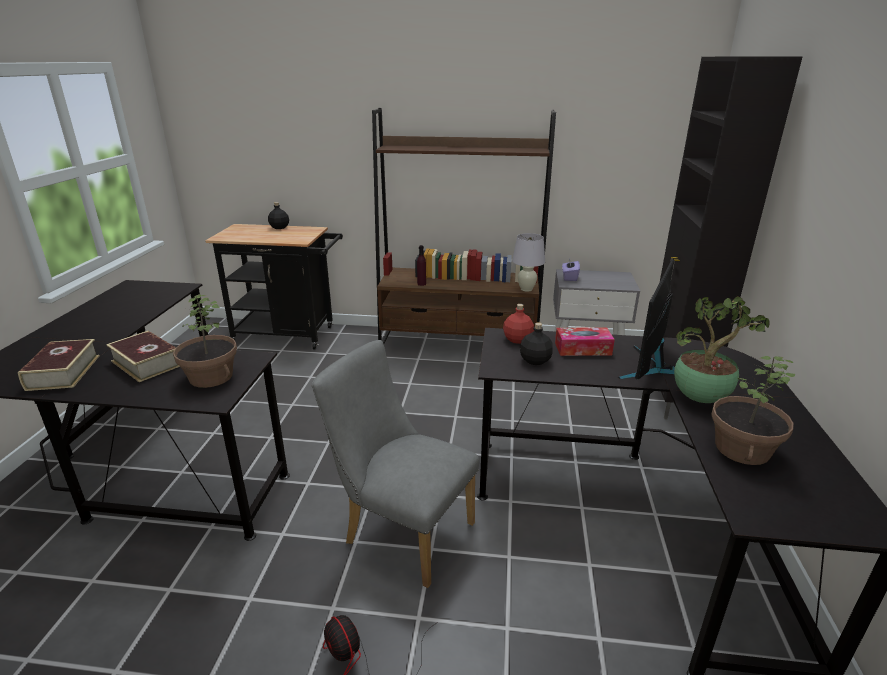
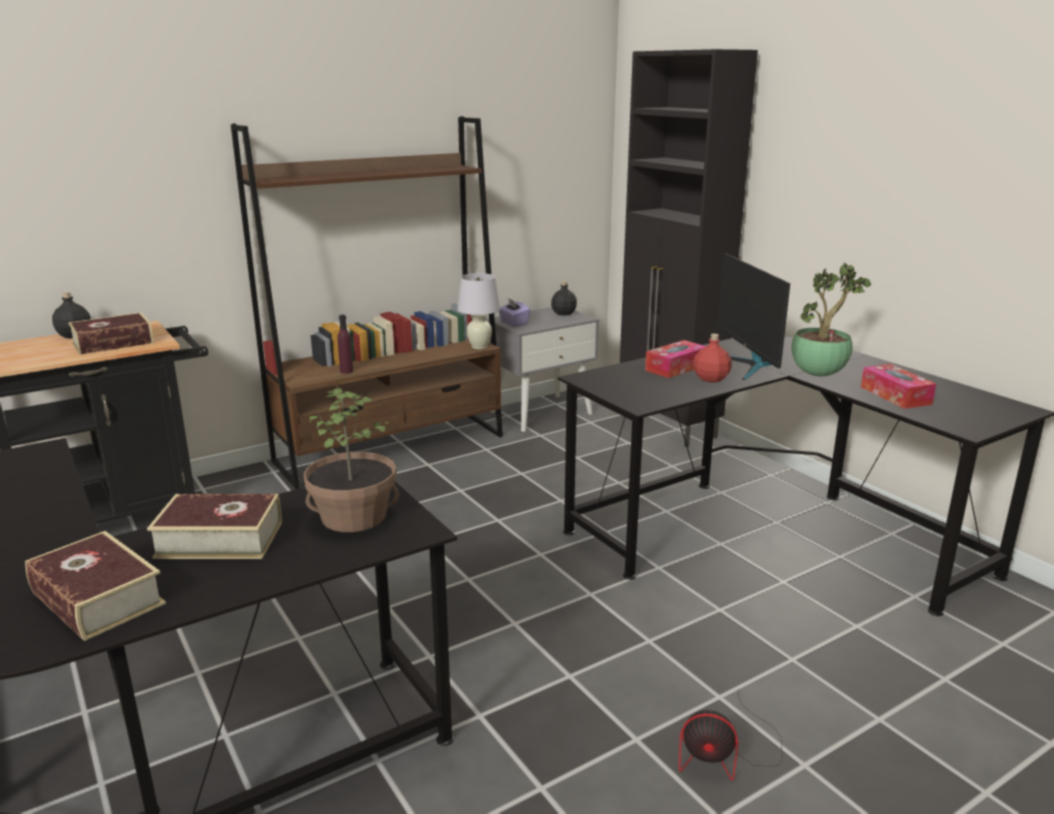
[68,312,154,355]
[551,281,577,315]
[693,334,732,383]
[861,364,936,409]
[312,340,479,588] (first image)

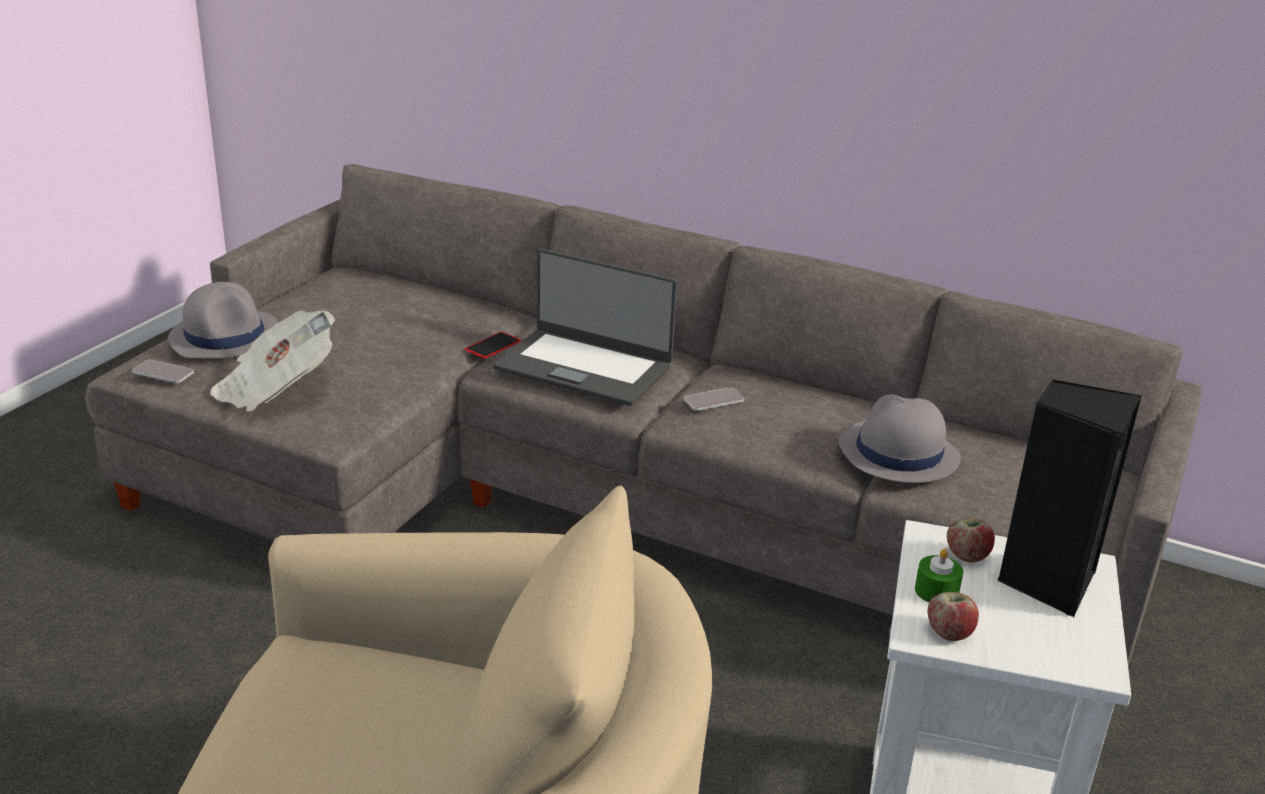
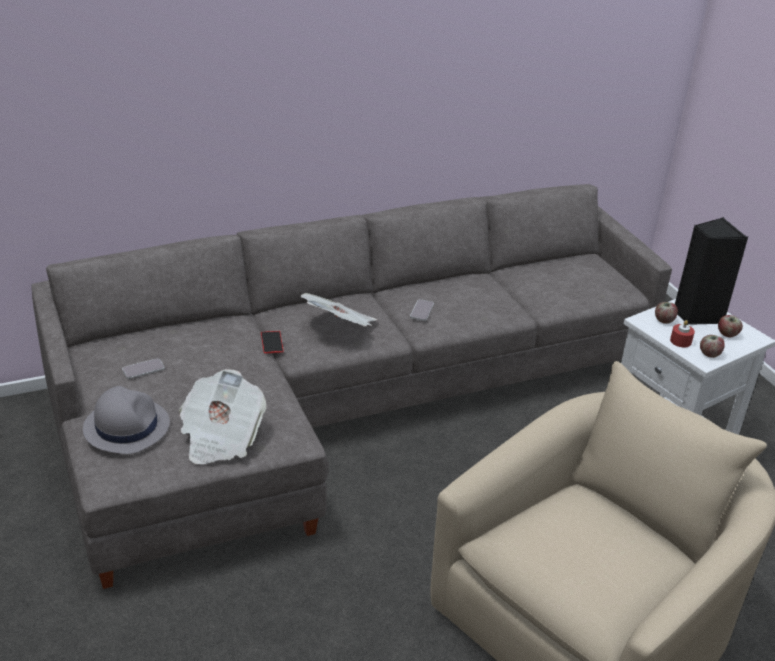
[122,358,165,379]
[301,293,377,327]
[670,320,695,347]
[718,315,743,337]
[839,394,961,483] (first image)

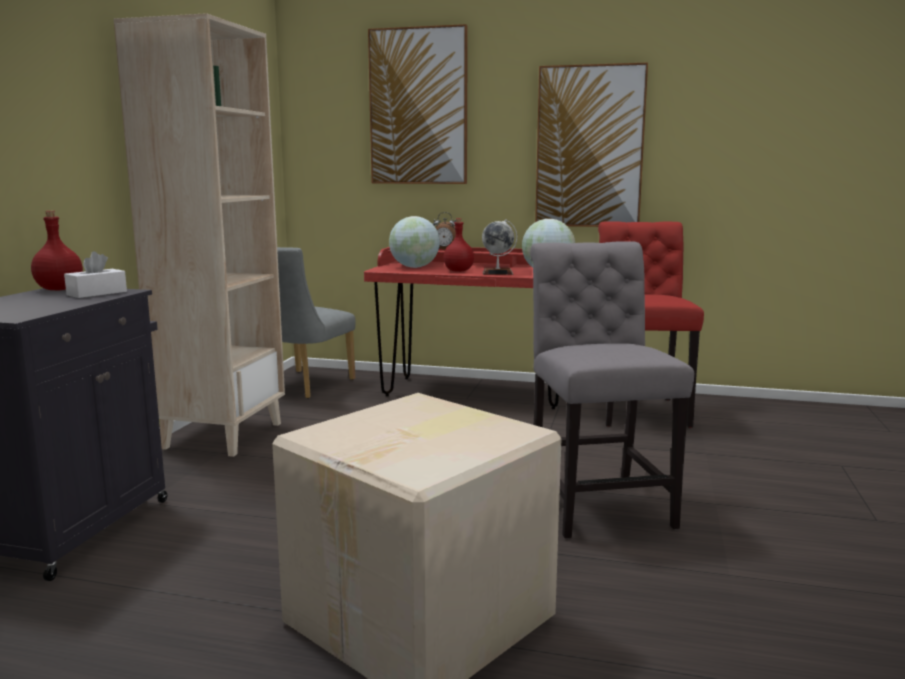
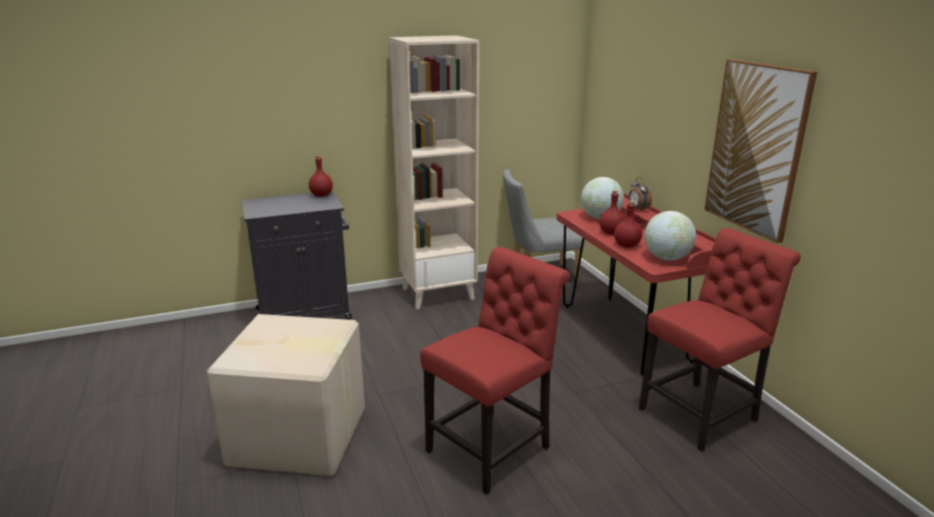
[420,247,569,495]
[614,201,642,248]
[64,251,127,298] (first image)
[368,24,468,184] (first image)

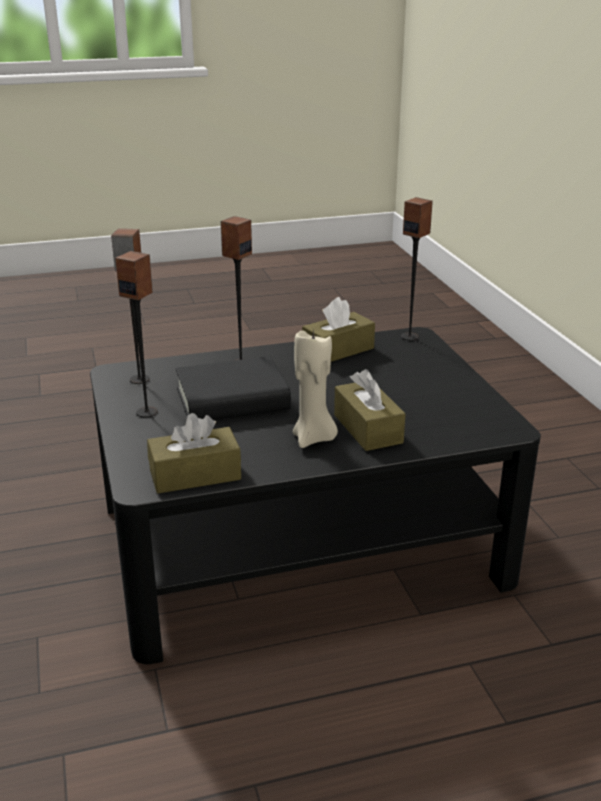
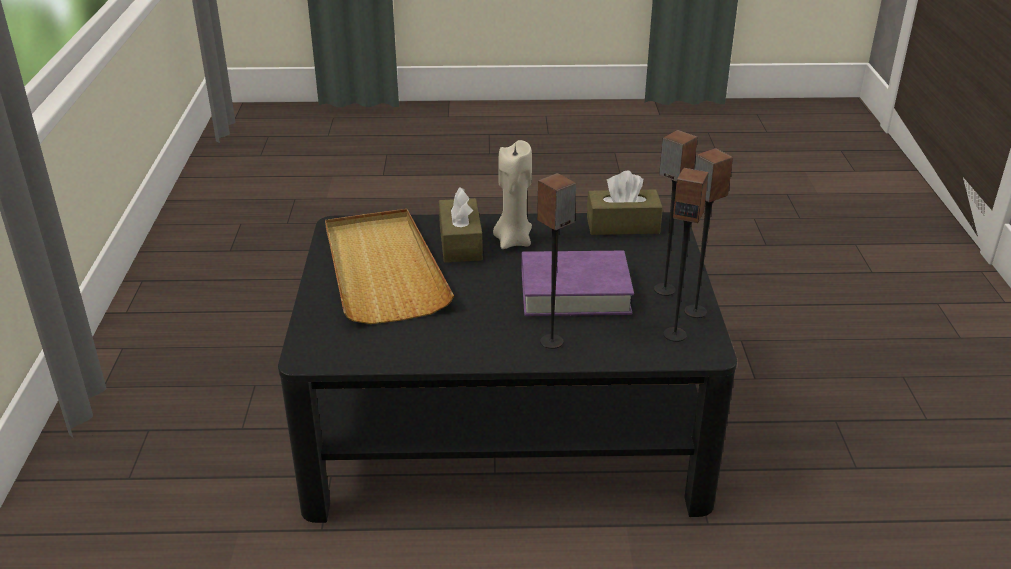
[325,209,454,324]
[521,251,634,316]
[684,148,733,318]
[302,297,375,362] (first image)

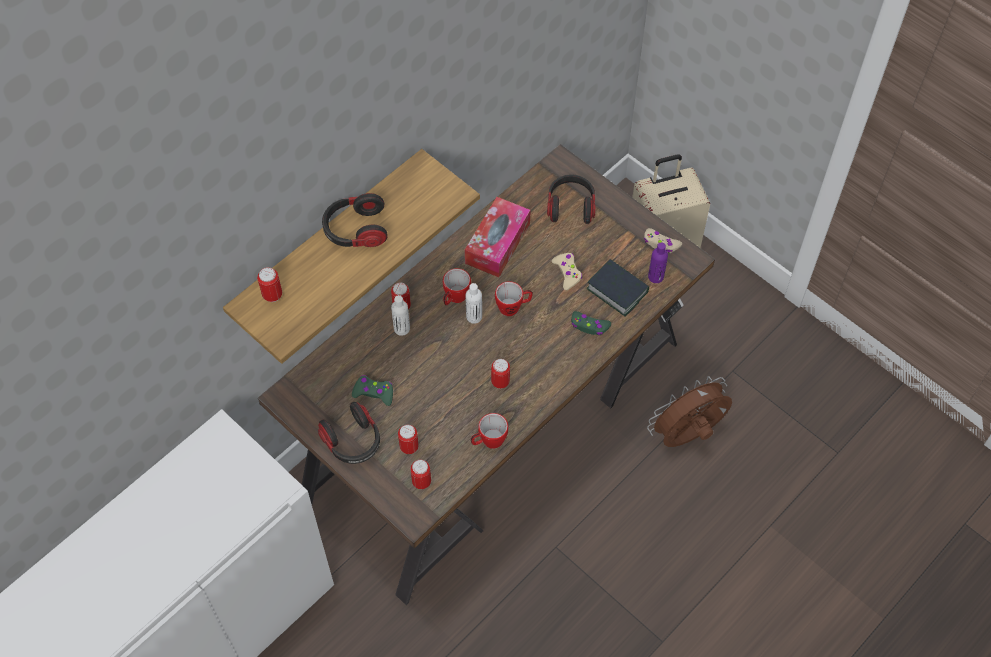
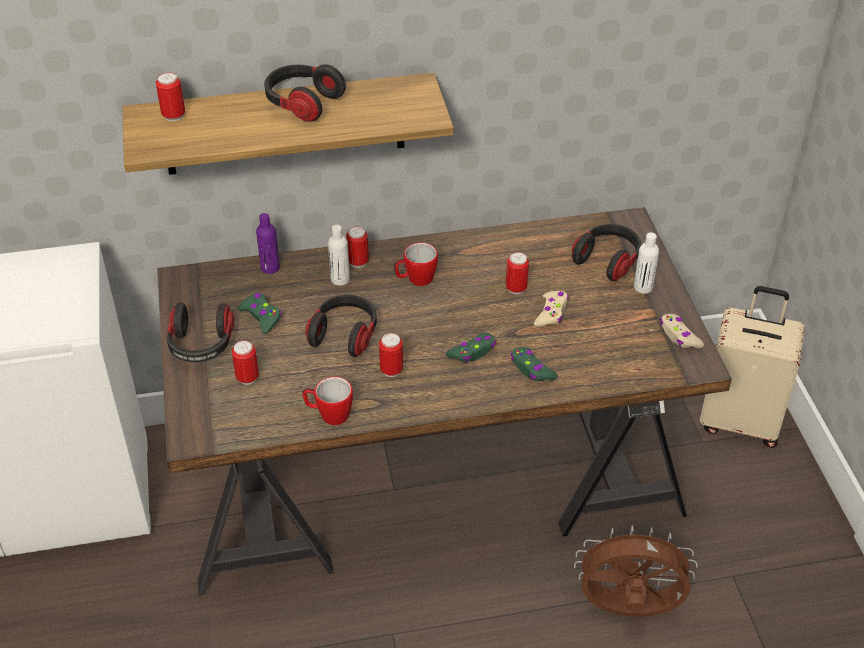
[256,213,280,274]
[305,295,377,357]
[446,332,496,363]
[506,252,529,294]
[634,232,659,294]
[465,197,531,277] (first image)
[495,281,533,316] (first image)
[587,259,649,317] (first image)

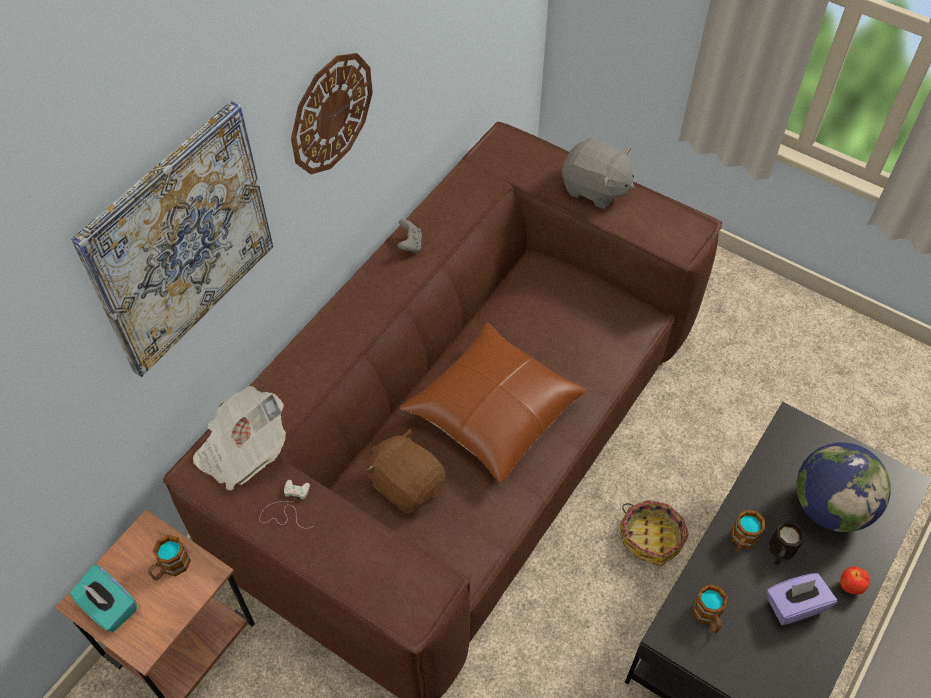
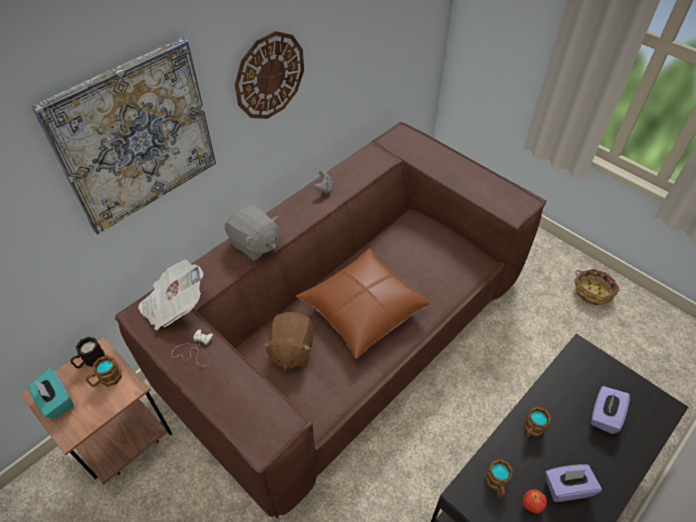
[70,337,105,369]
[225,205,280,261]
[263,312,313,370]
[523,489,547,514]
[574,269,620,305]
[591,386,630,434]

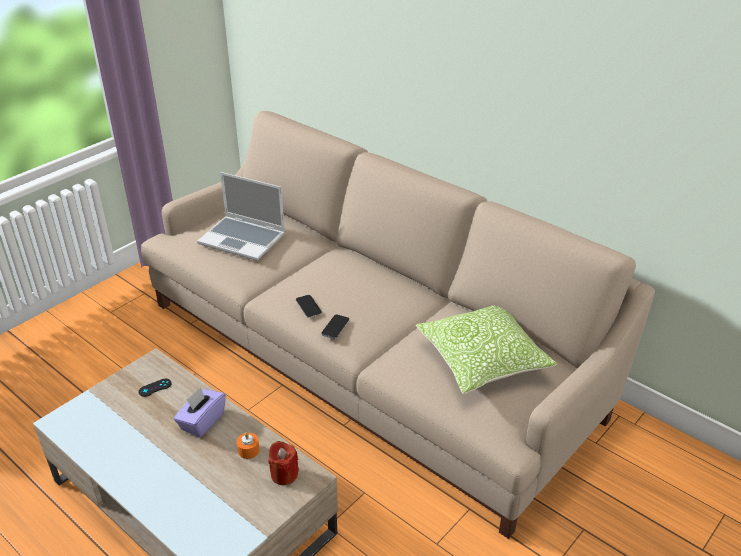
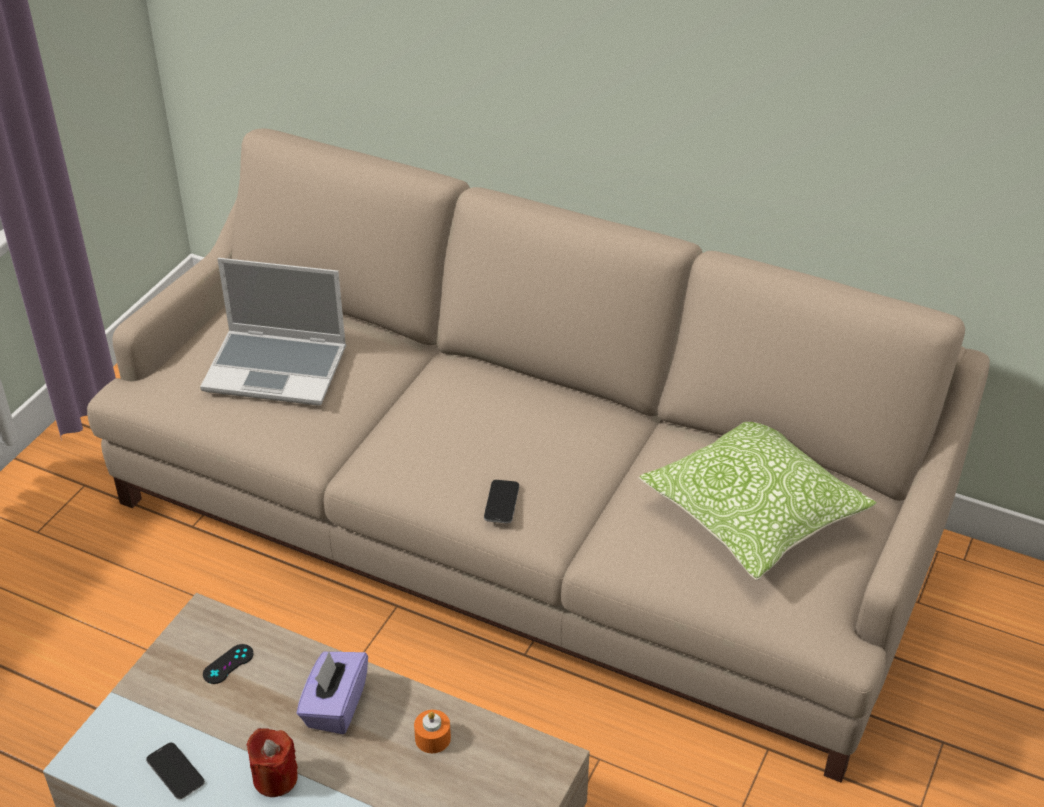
[146,743,205,799]
[247,728,298,797]

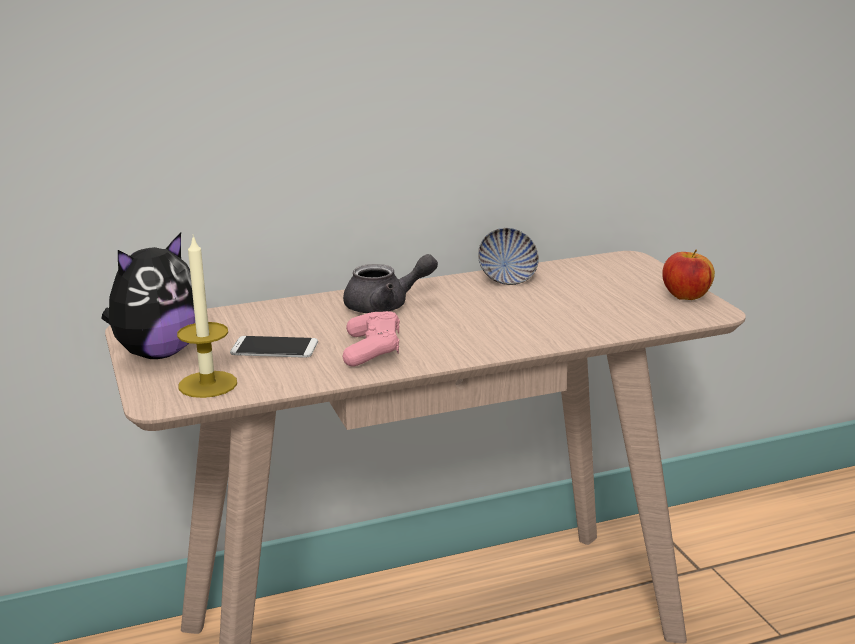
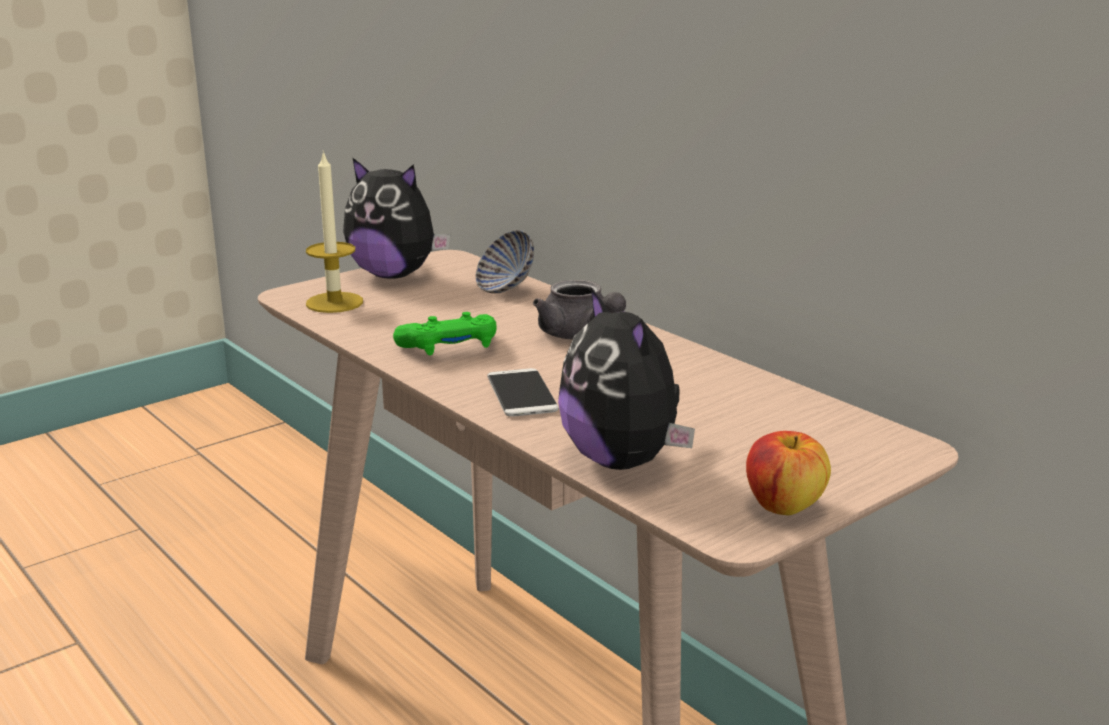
[393,312,497,355]
[476,230,534,293]
[488,368,558,417]
[558,288,695,470]

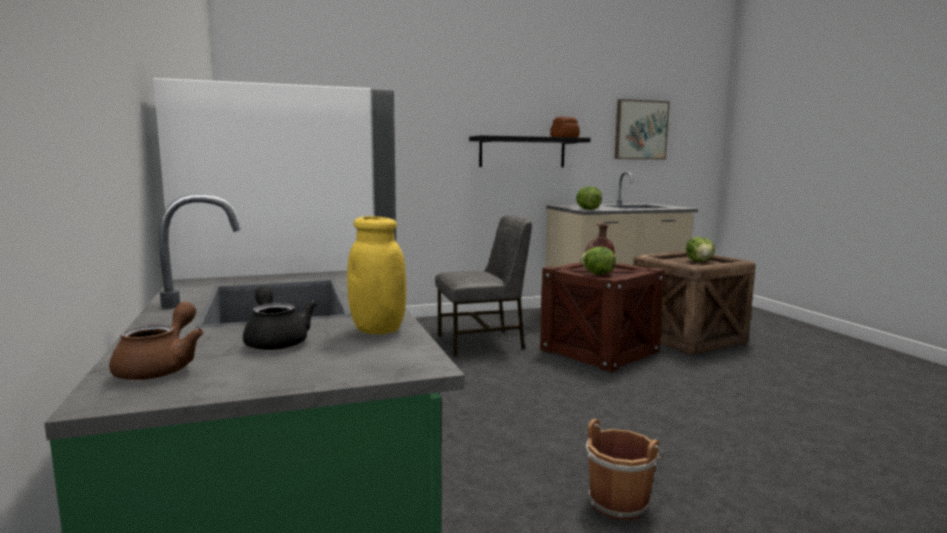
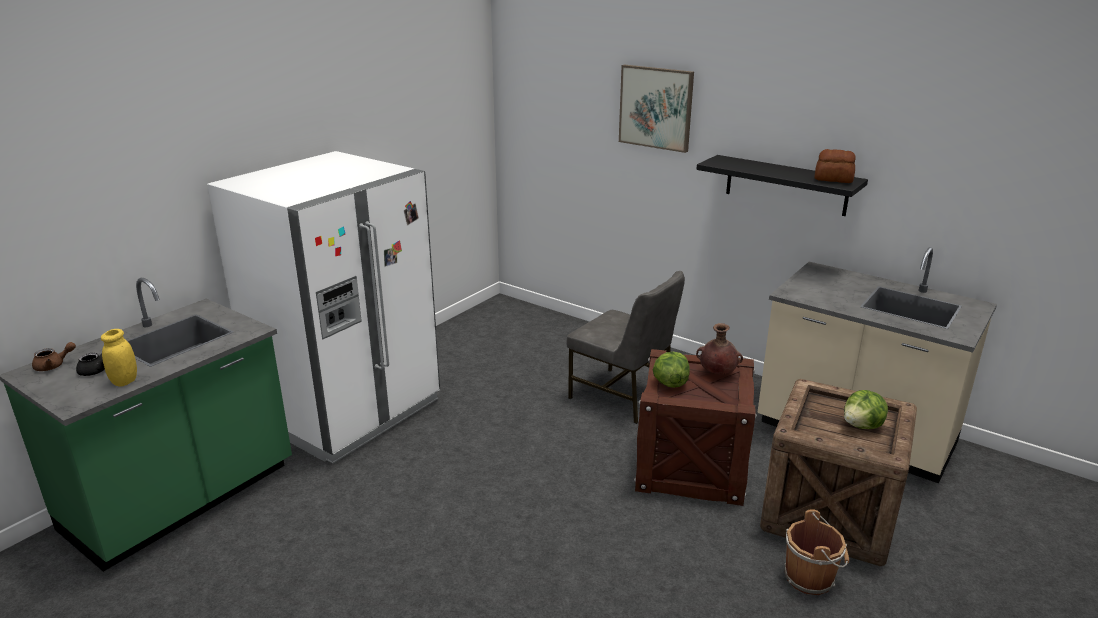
[619,65,694,153]
[784,509,849,595]
[576,186,602,210] (first image)

